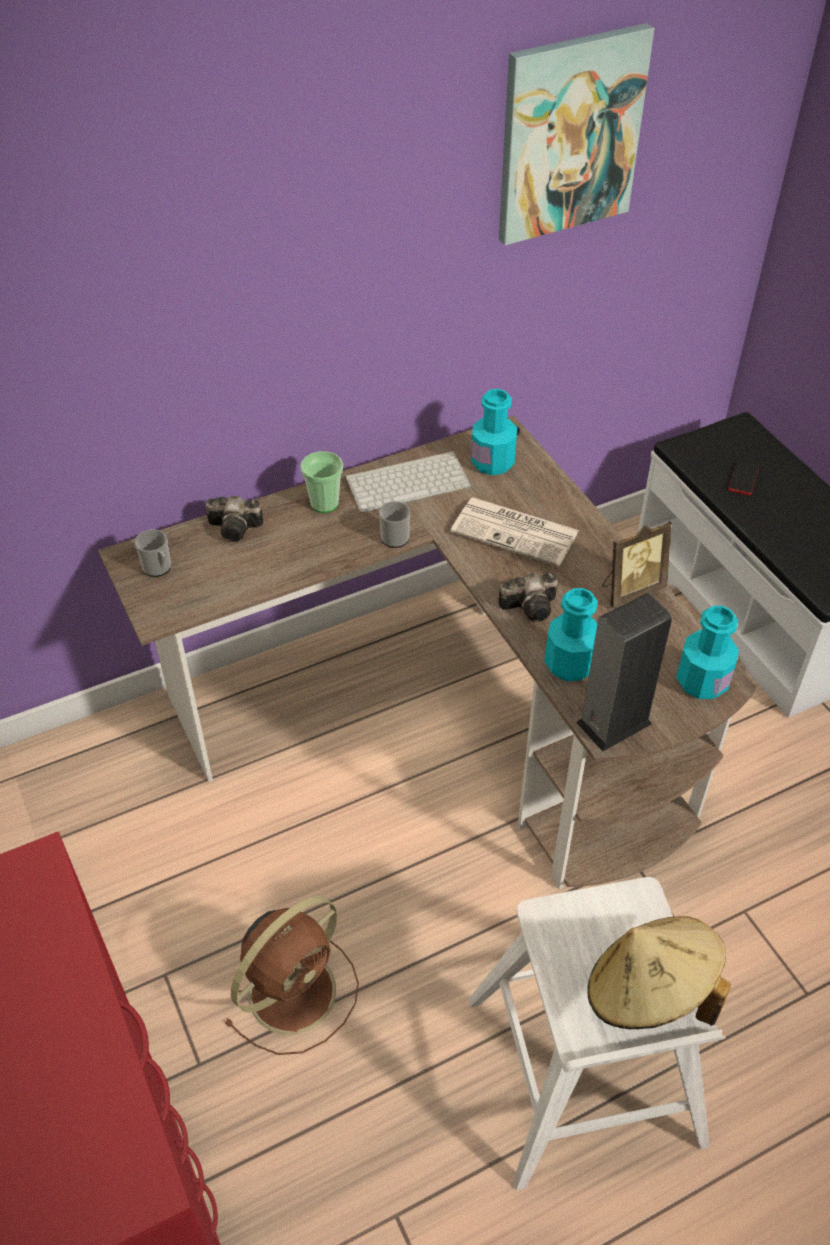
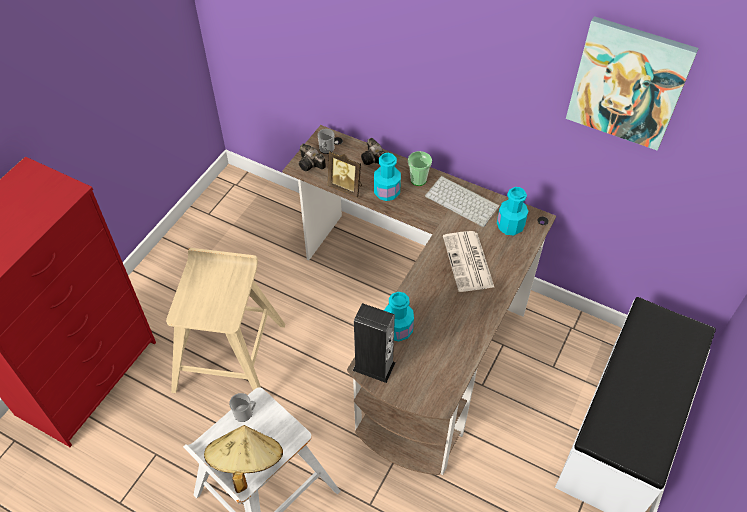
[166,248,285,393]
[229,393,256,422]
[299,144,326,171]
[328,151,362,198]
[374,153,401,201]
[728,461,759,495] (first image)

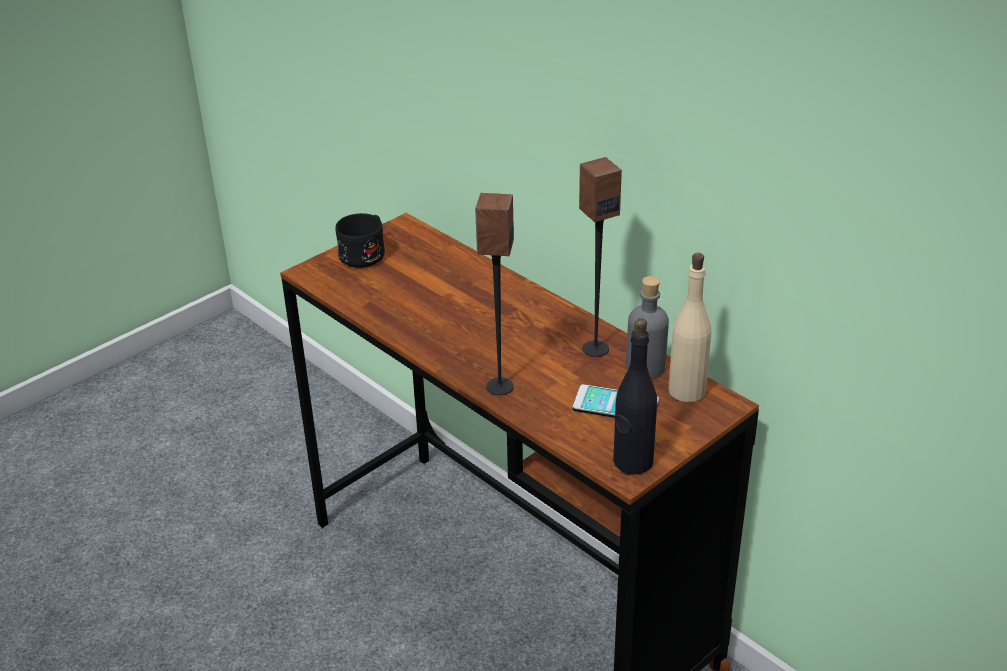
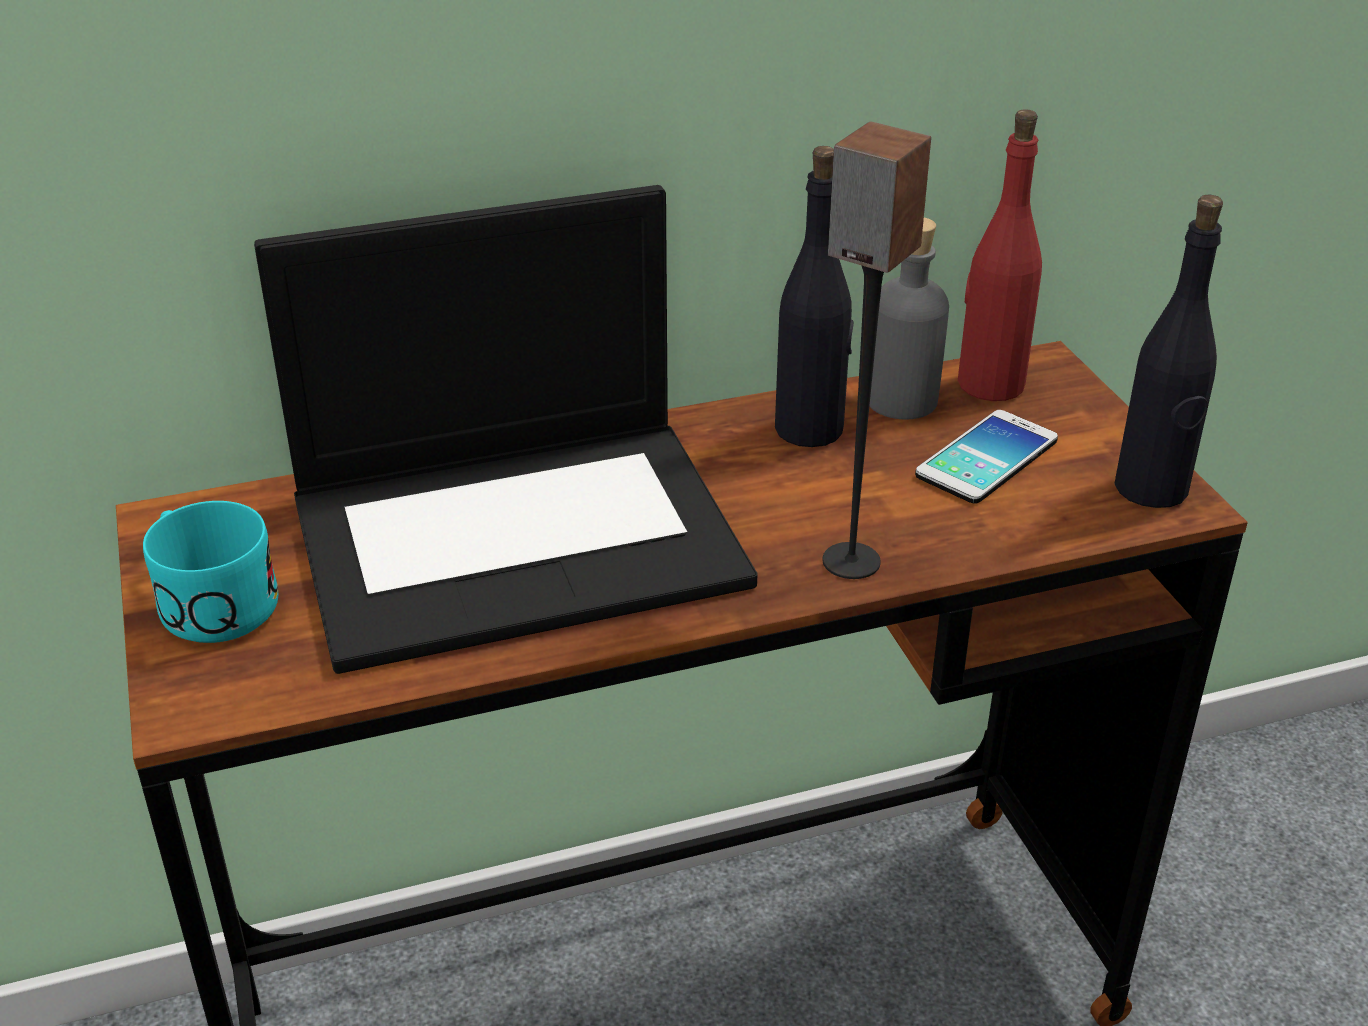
[143,501,278,643]
[254,185,758,674]
[775,146,854,447]
[958,109,1042,401]

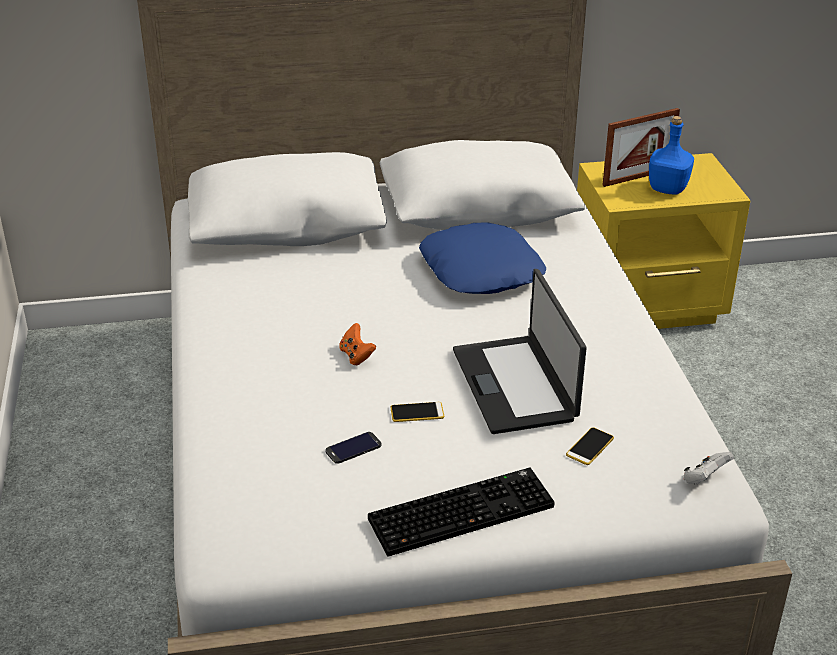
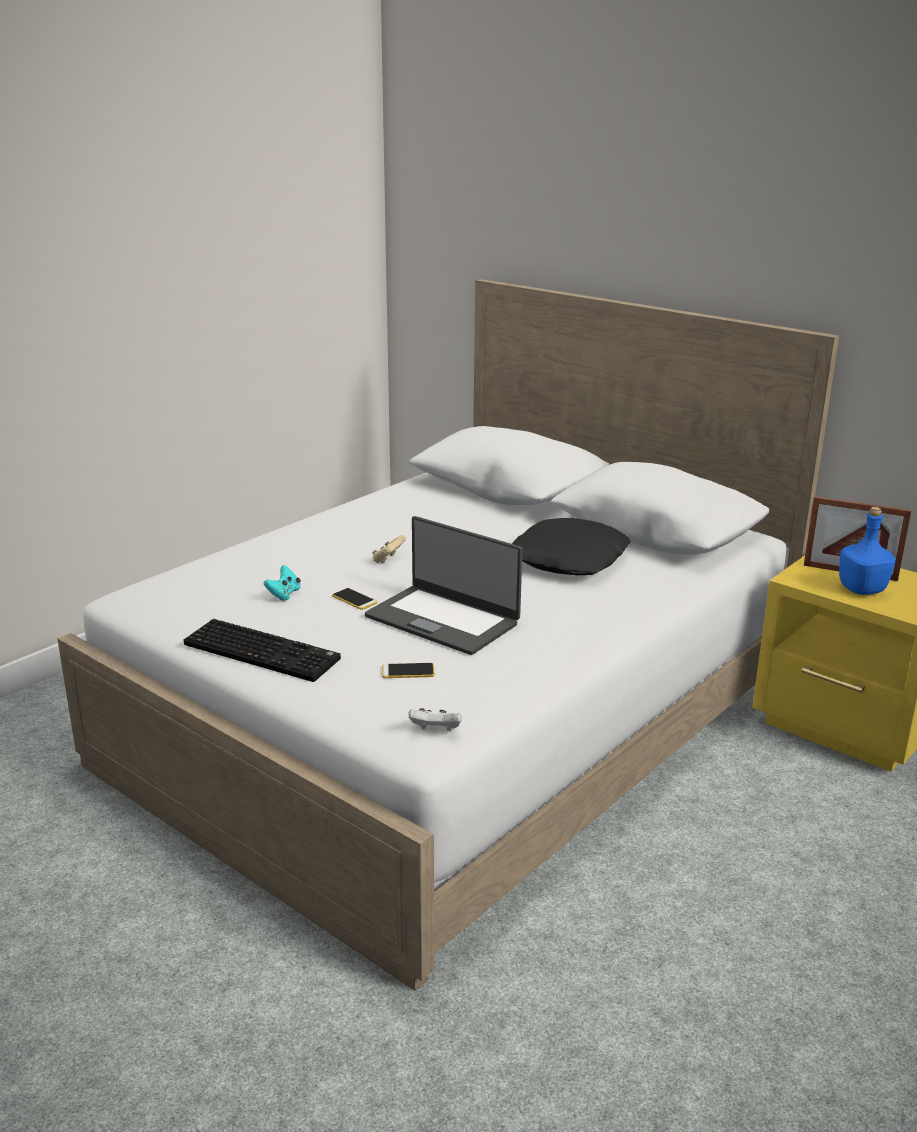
[264,565,301,601]
[365,516,523,655]
[372,535,406,563]
[512,518,630,575]

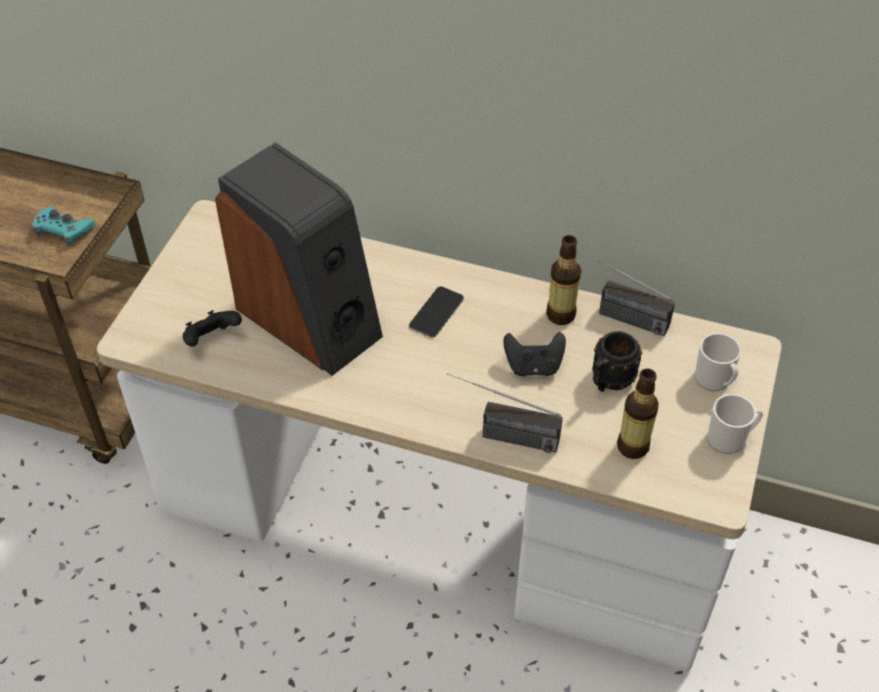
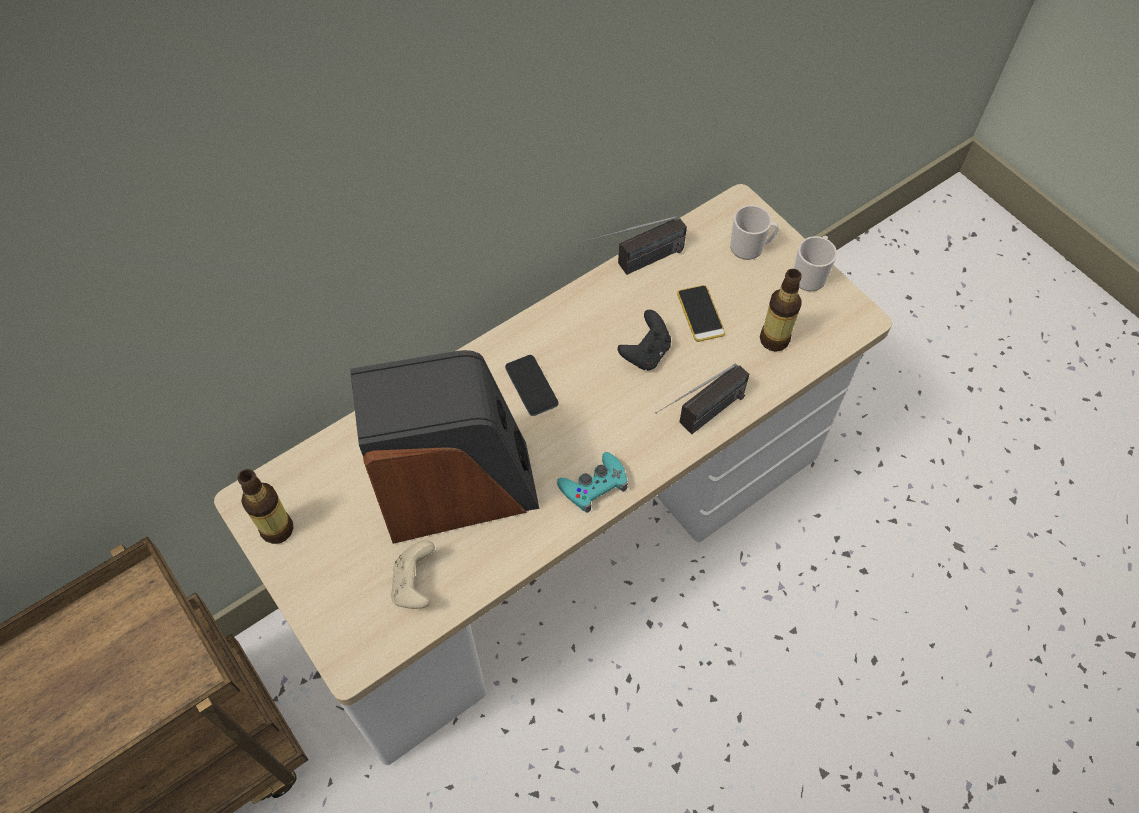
[237,469,293,544]
[391,541,435,609]
[557,452,628,513]
[677,285,725,342]

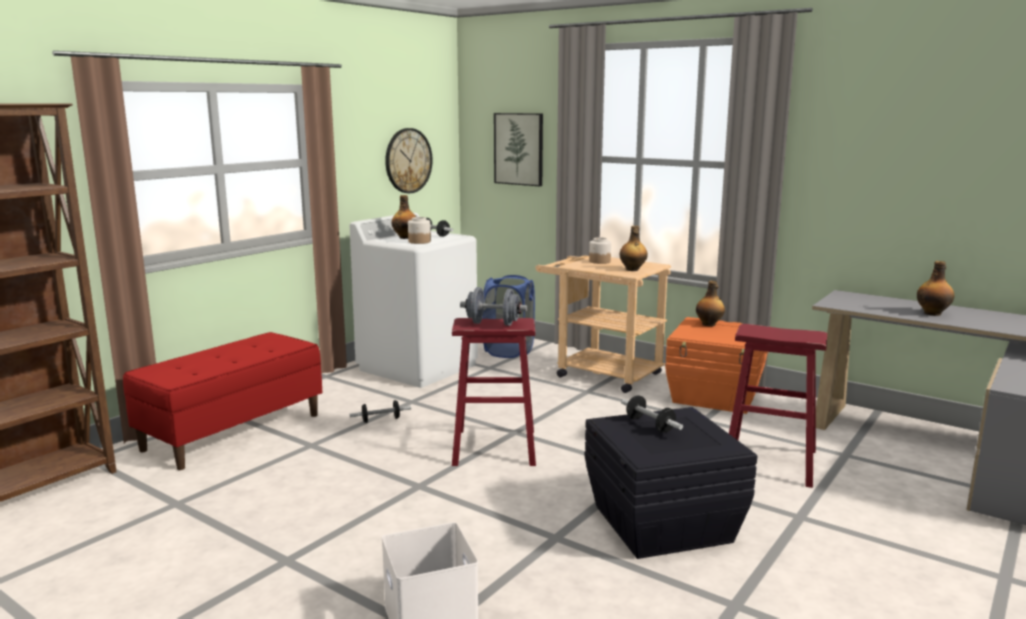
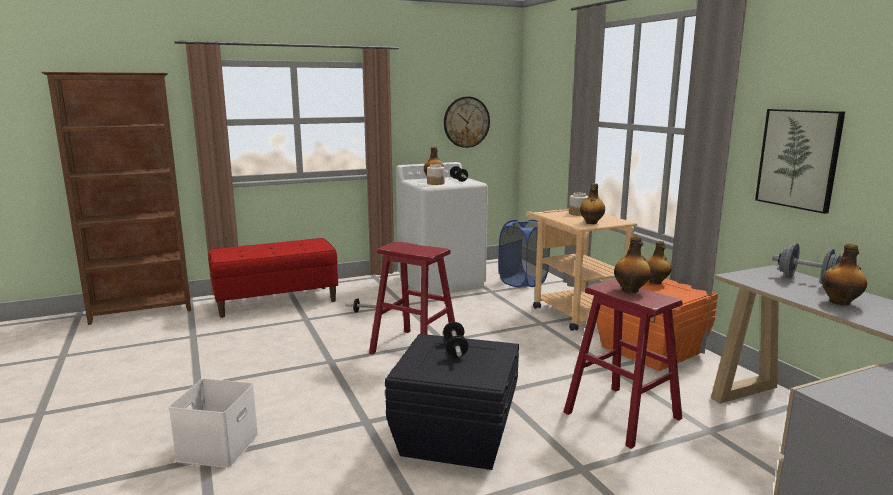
[614,236,651,293]
[755,109,845,214]
[772,243,841,284]

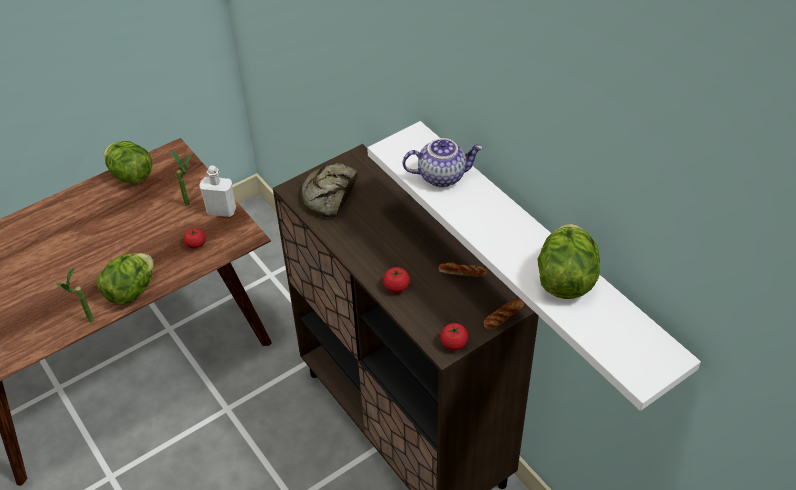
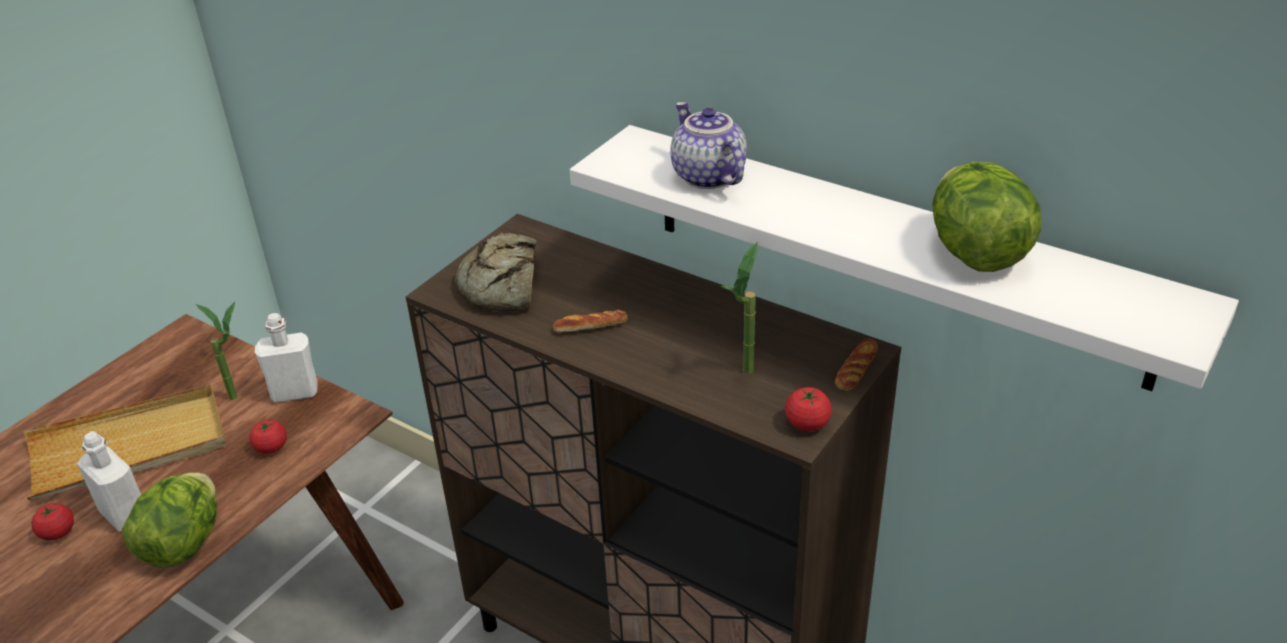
[23,385,226,500]
[32,503,74,541]
[77,431,141,531]
[553,310,628,333]
[670,102,747,189]
[721,242,758,374]
[104,141,152,184] (first image)

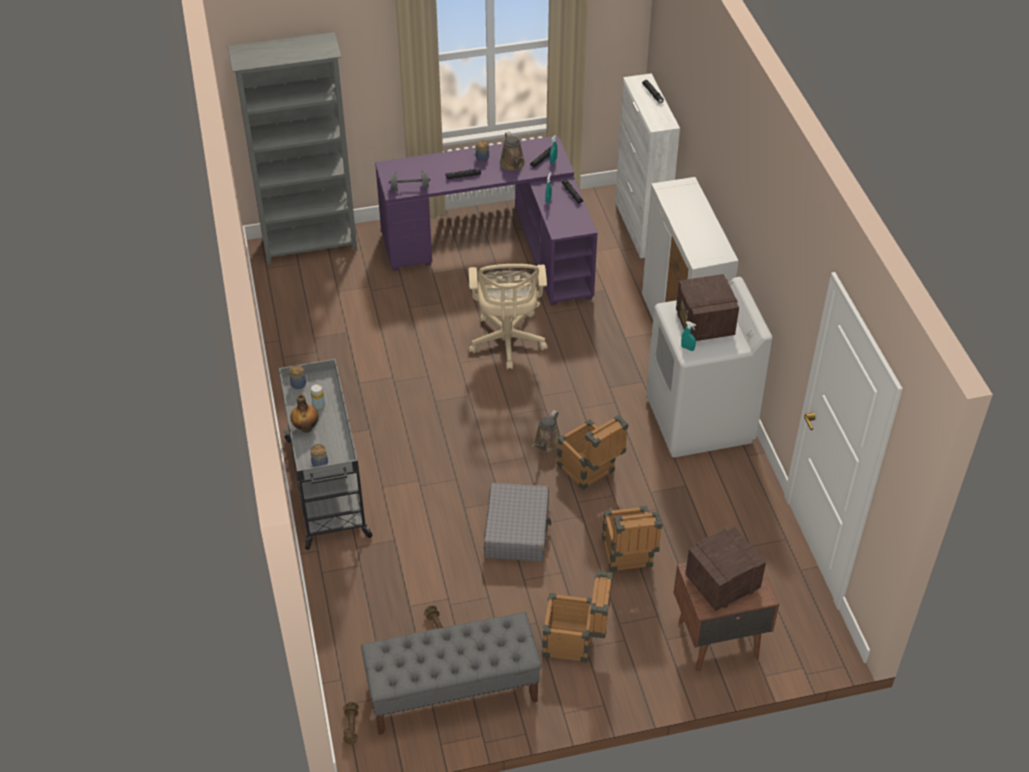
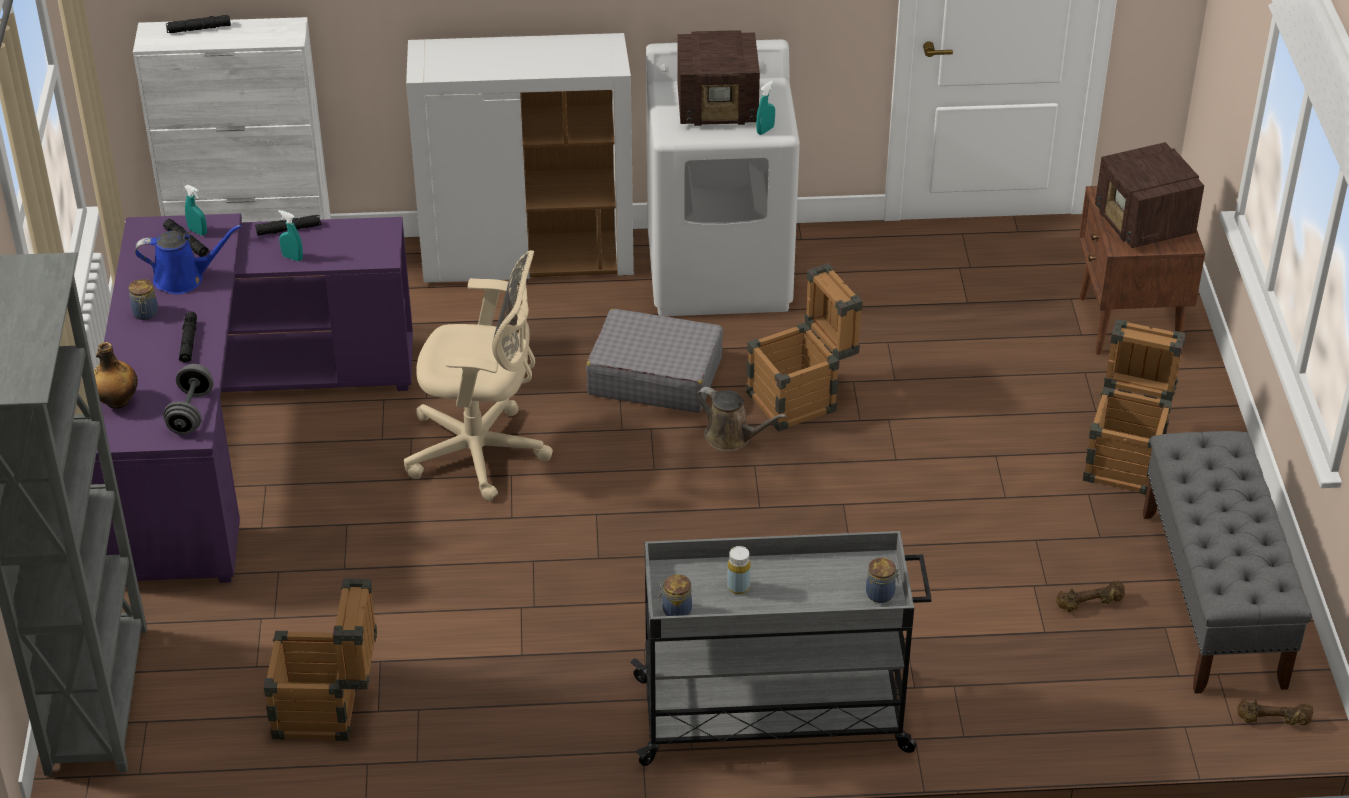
[94,342,138,409]
[135,225,241,294]
[264,578,377,741]
[586,309,723,413]

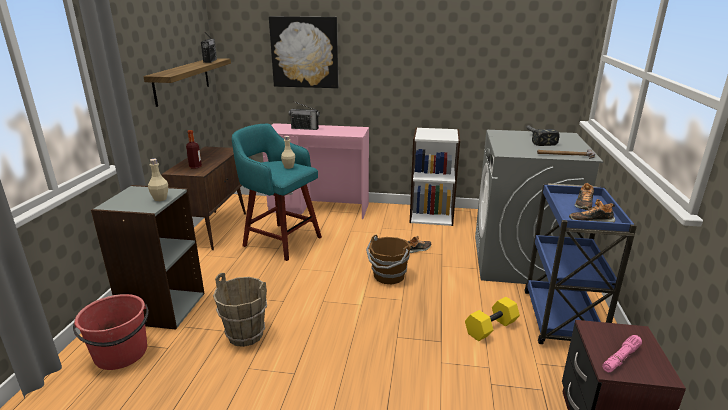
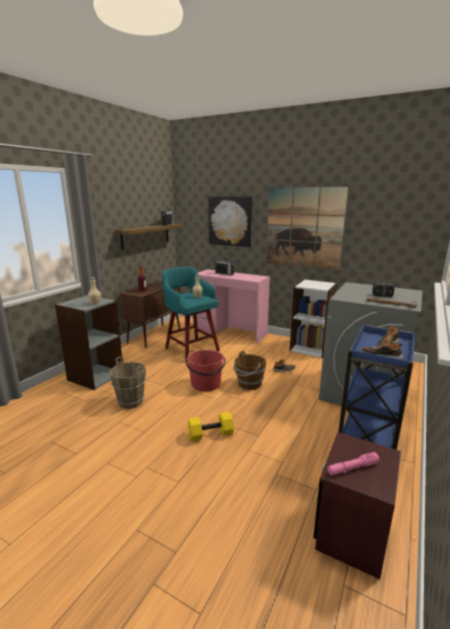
[186,350,225,392]
[188,412,234,441]
[266,187,348,270]

